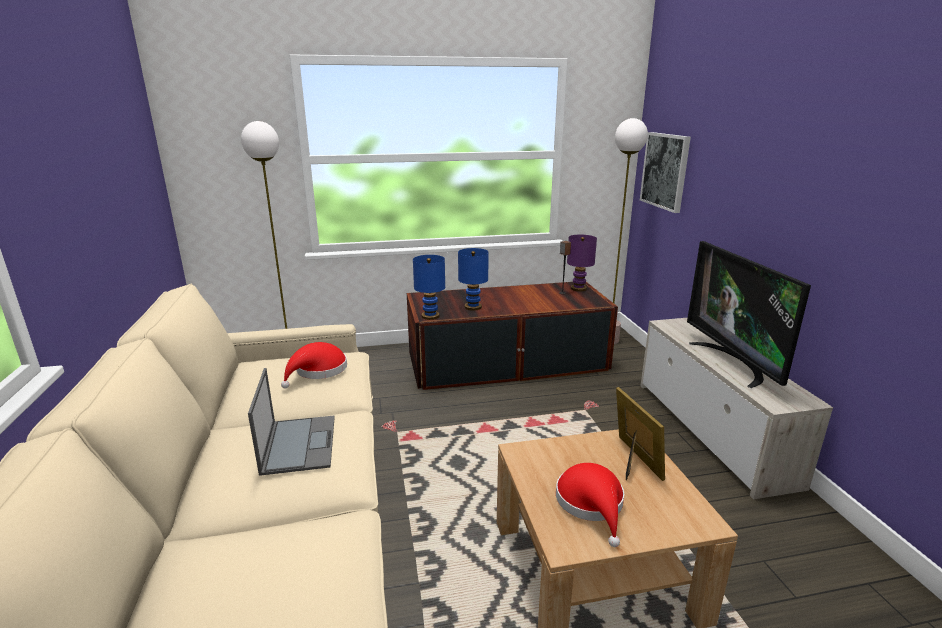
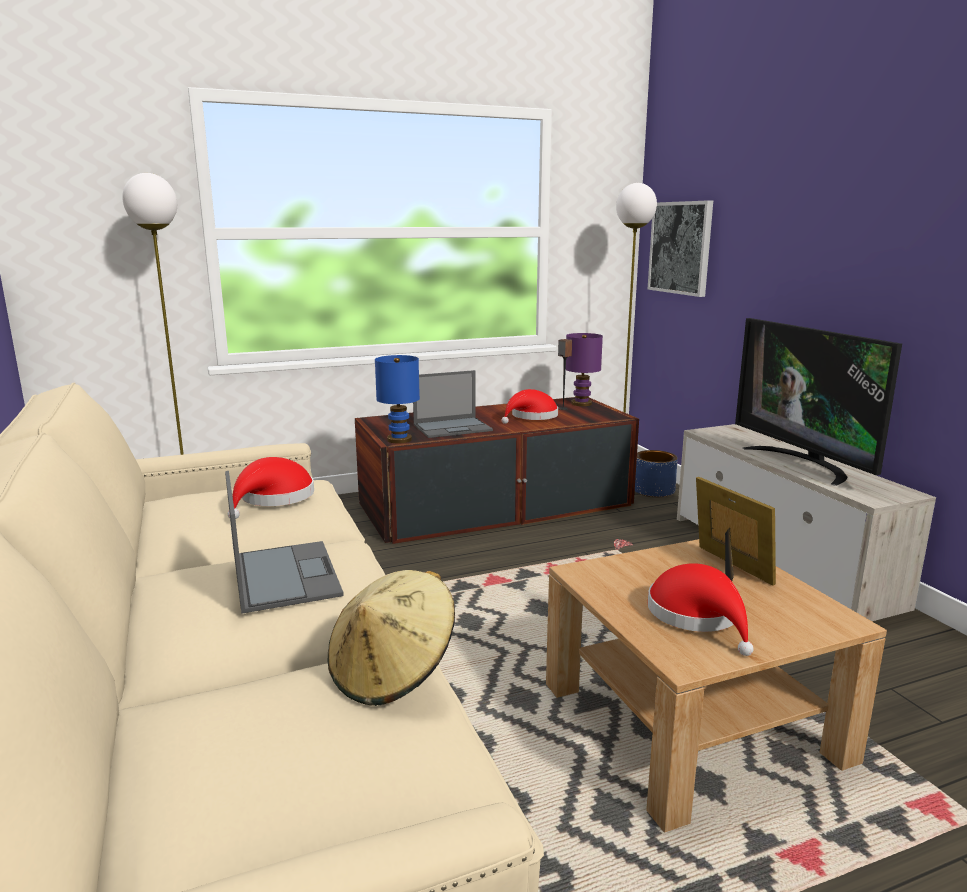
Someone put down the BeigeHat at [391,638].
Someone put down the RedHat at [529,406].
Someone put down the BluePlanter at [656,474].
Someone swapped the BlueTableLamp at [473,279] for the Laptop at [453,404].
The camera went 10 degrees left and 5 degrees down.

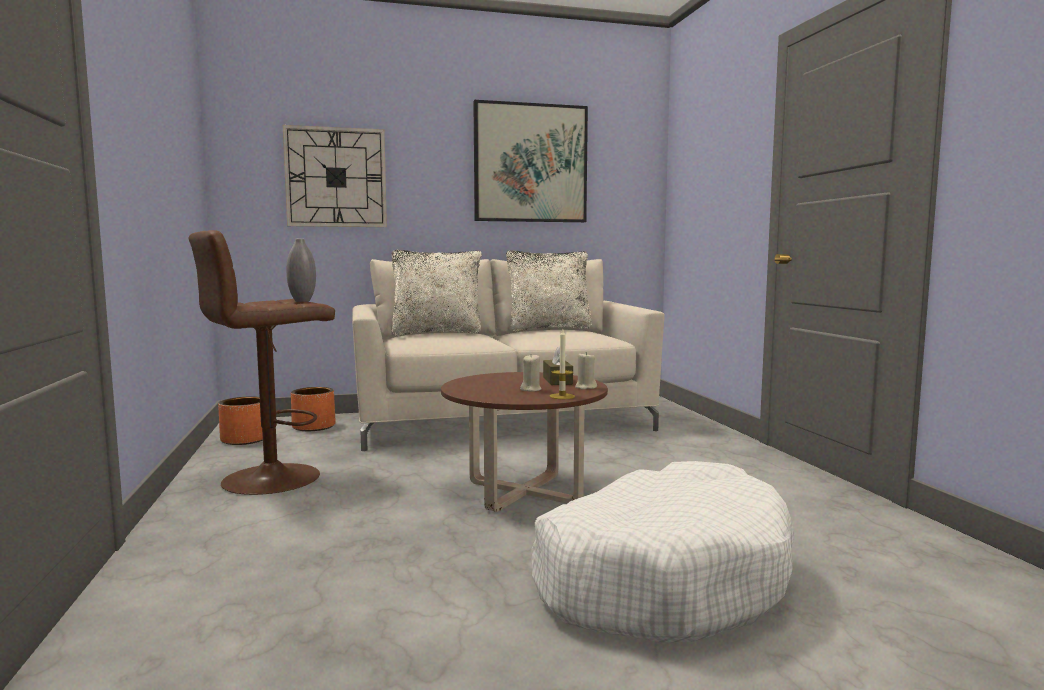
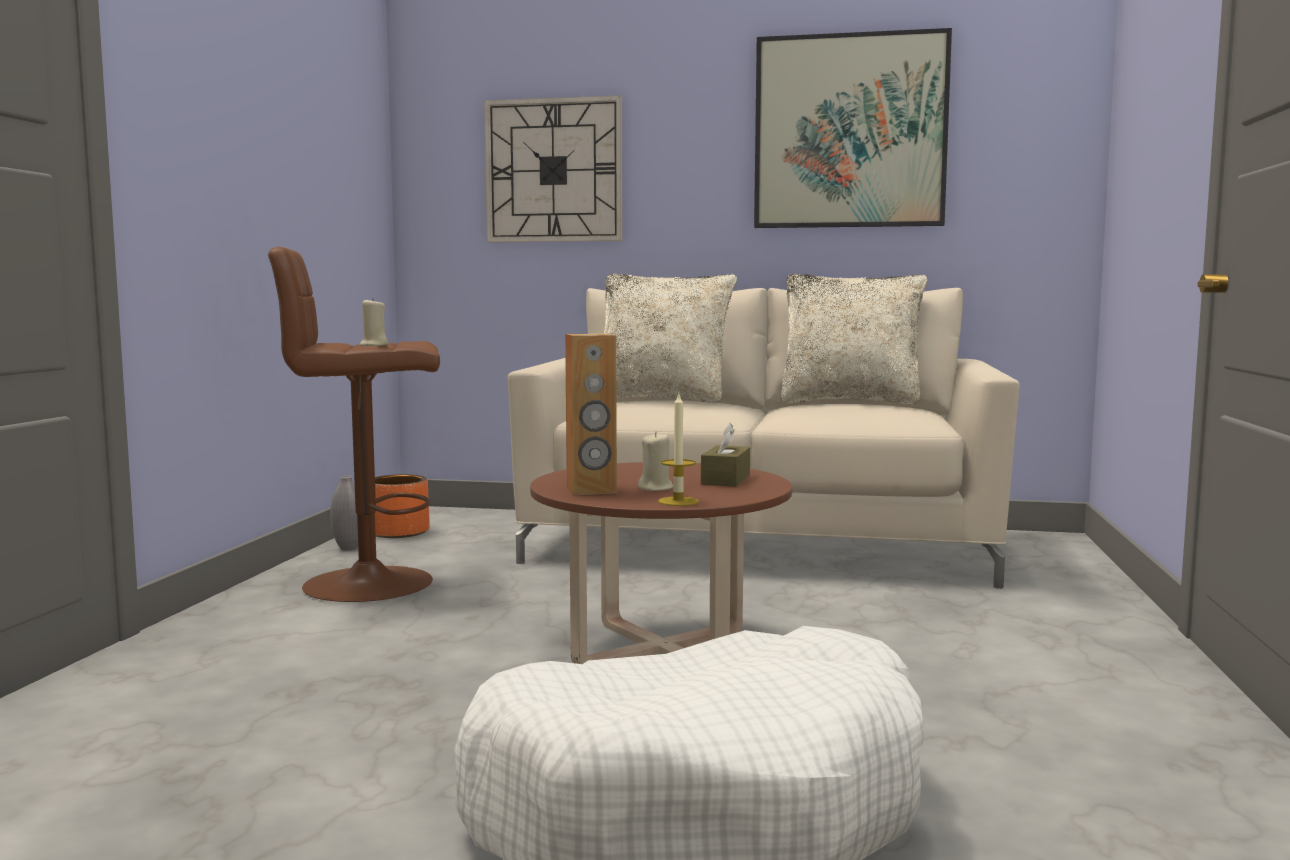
Someone took away the OrangePlanter at [313,409].
Someone put down the BrownSpeaker at [591,414].
Someone carried the GreyVase from [301,270] to [344,513].
Someone carried the BeigeCandle from [586,371] to [374,321].
The camera went 25 degrees right and 0 degrees up.

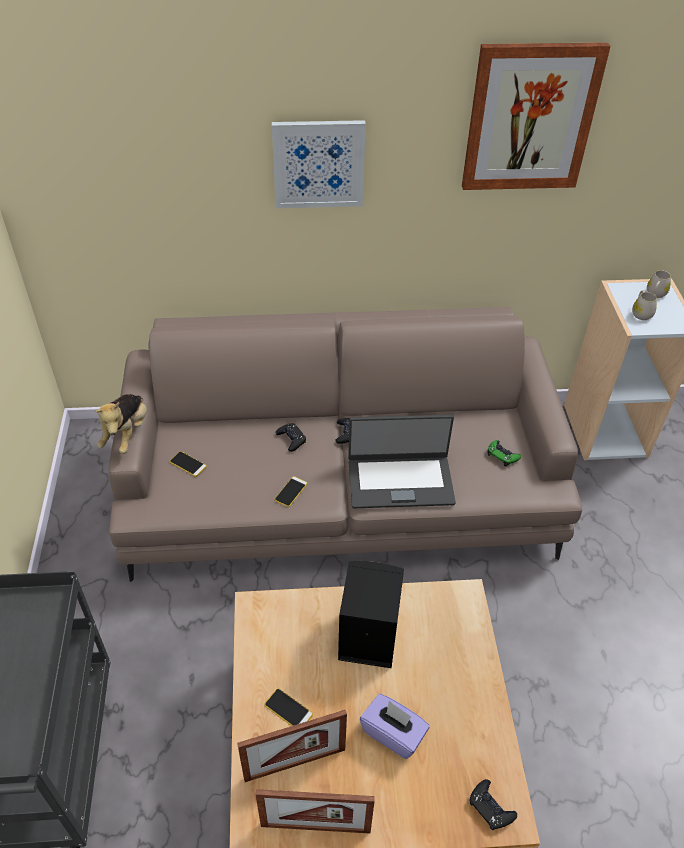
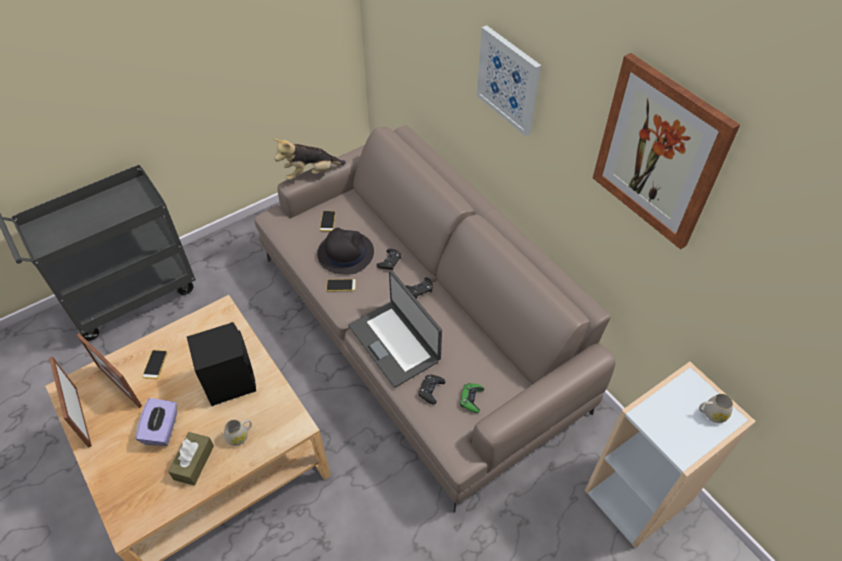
Someone put down the BrownTissueBox at [191,458].
Someone put down the BlackHat at [345,251].
Someone carried the BlackGameController from [493,804] to [431,389].
Someone carried the WhiteMug from [644,305] to [238,432].
The camera went 60 degrees right and 5 degrees up.

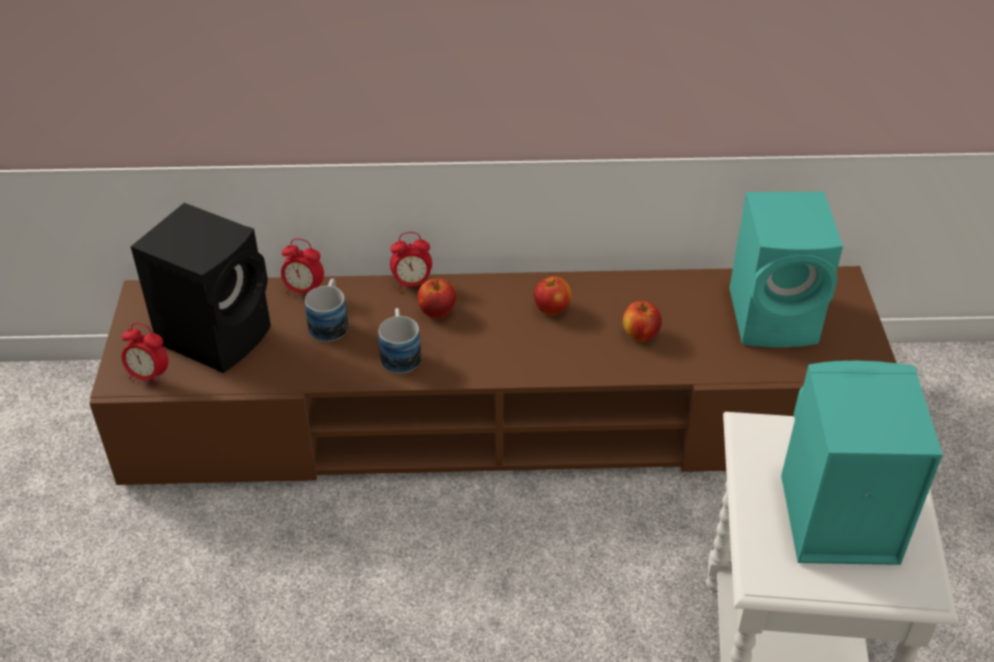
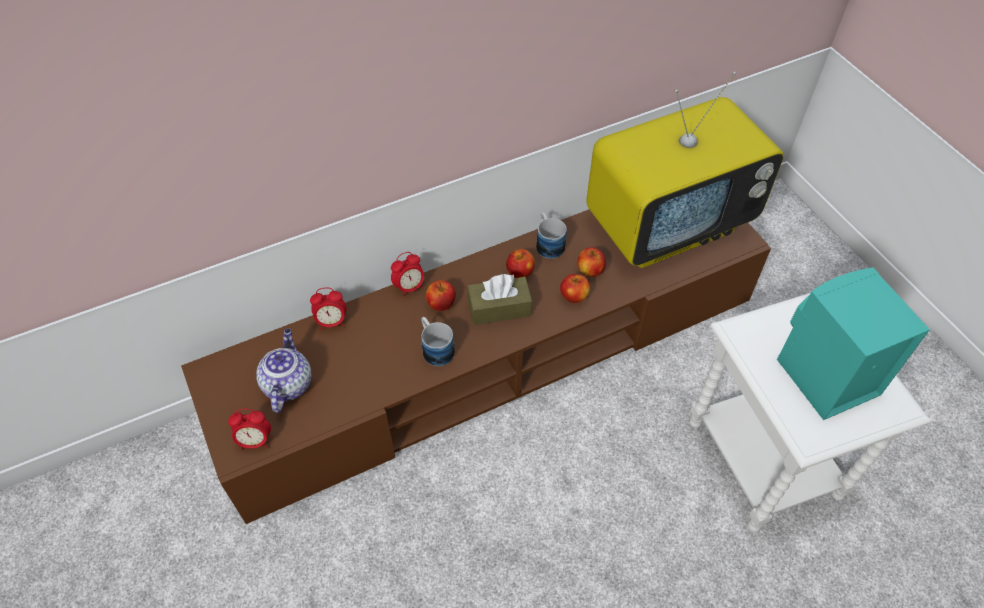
Someone put down the BrownTissueBox at [499,299].
Someone put down the Apple at [575,288].
Someone carried the Mug from [326,310] to [551,235].
Someone swapped the BlackSpeaker at [201,288] for the Teapot at [283,371].
Someone swapped the TurquoiseSpeaker at [786,269] for the Television at [685,169].
The camera went 25 degrees left and 10 degrees up.

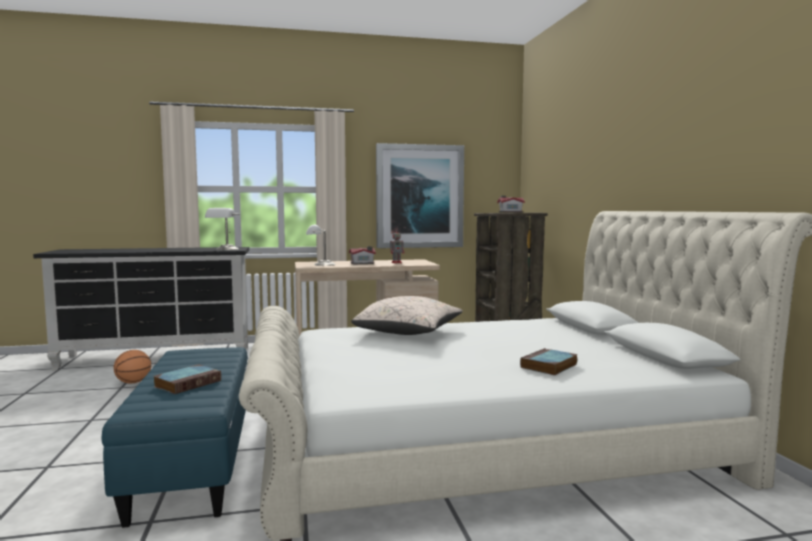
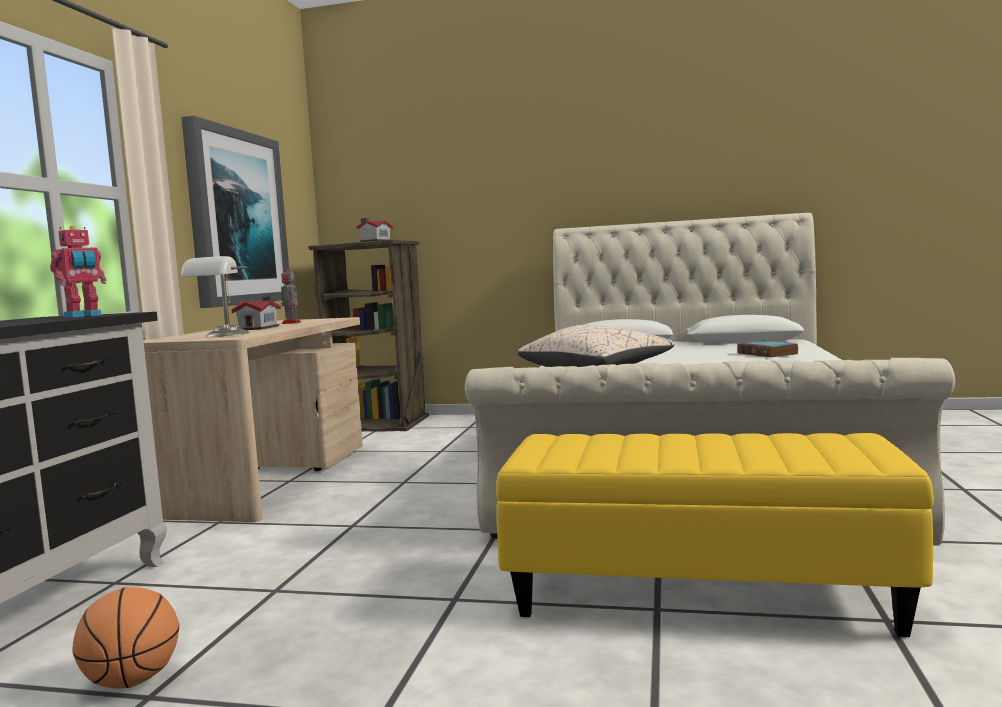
Someone took away the Book at [187,379].
Someone swapped the WhiteTableLamp at [222,229] for the ToyRobot at [78,271].
Someone repainted the BlueOttoman at [175,437], which became the YellowOttoman at [715,535].
The camera went 65 degrees left and 0 degrees up.

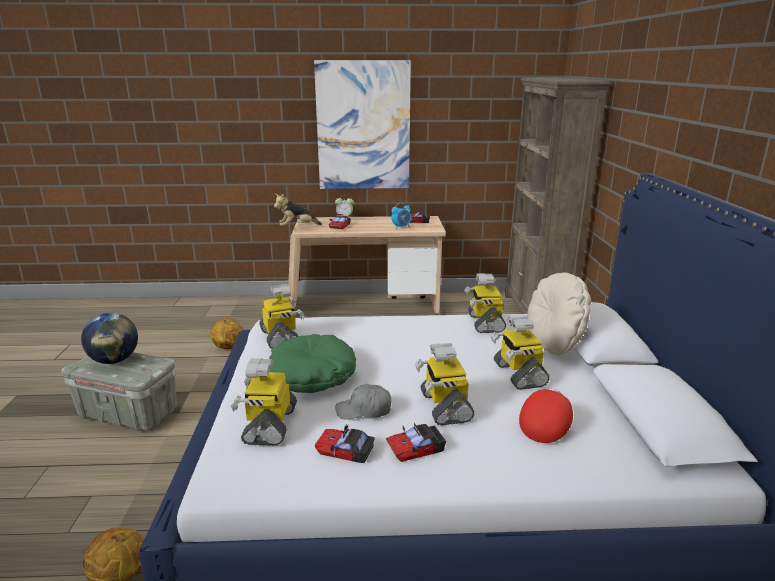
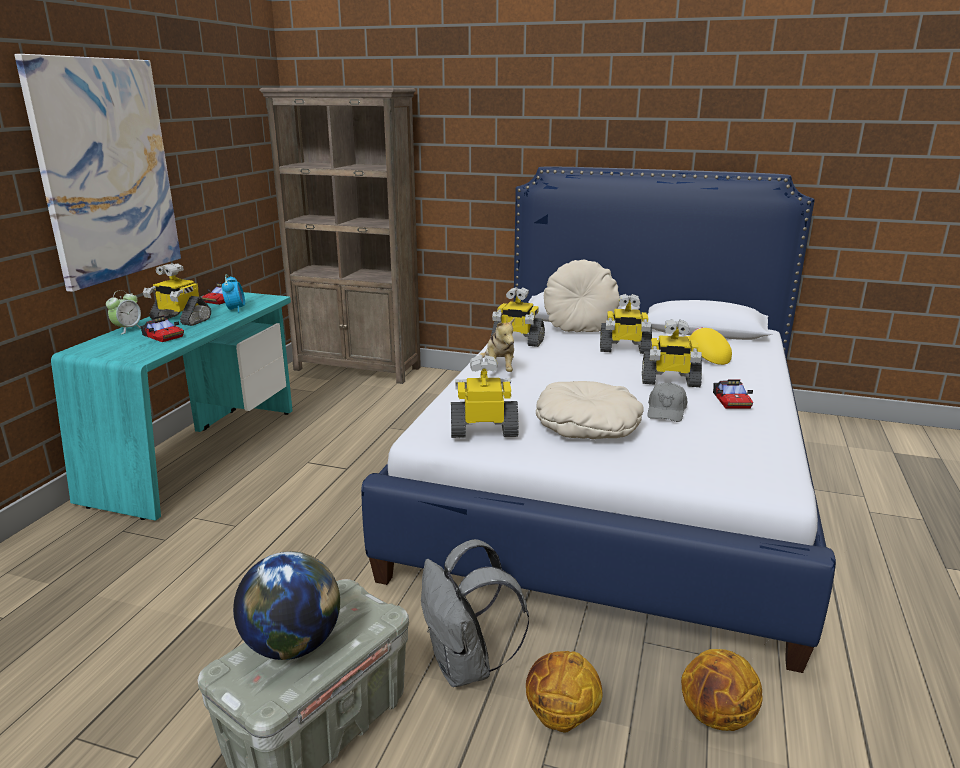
Someone took away the ToyCar at [345,444].
Someone put down the GreyBackpack at [475,613].
Someone carried the Basketball from [227,333] to [564,691].
Someone carried the ToyRobot from [264,401] to [177,294].
Someone carried the PlushToy from [298,210] to [497,344].
Someone repainted the GreenPillow at [312,363], which became the BeigePillow at [590,410].
Someone repainted the BeigeDesk at [367,265], which became the TurquoiseDesk at [172,406].
Someone repainted the RedCap at [546,415], which became the YellowCap at [708,346].
The camera went 70 degrees left and 0 degrees up.

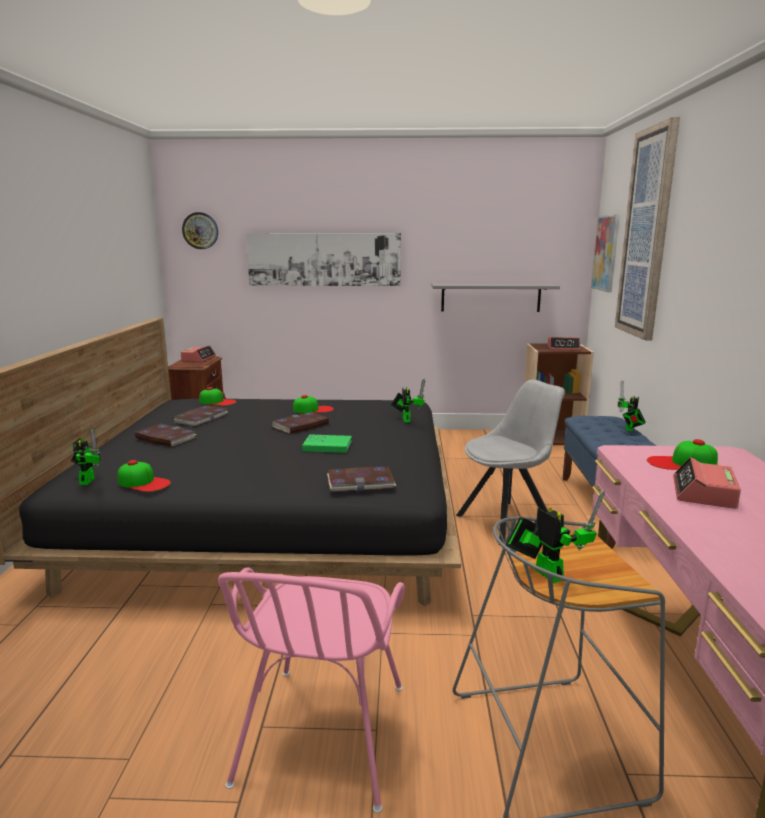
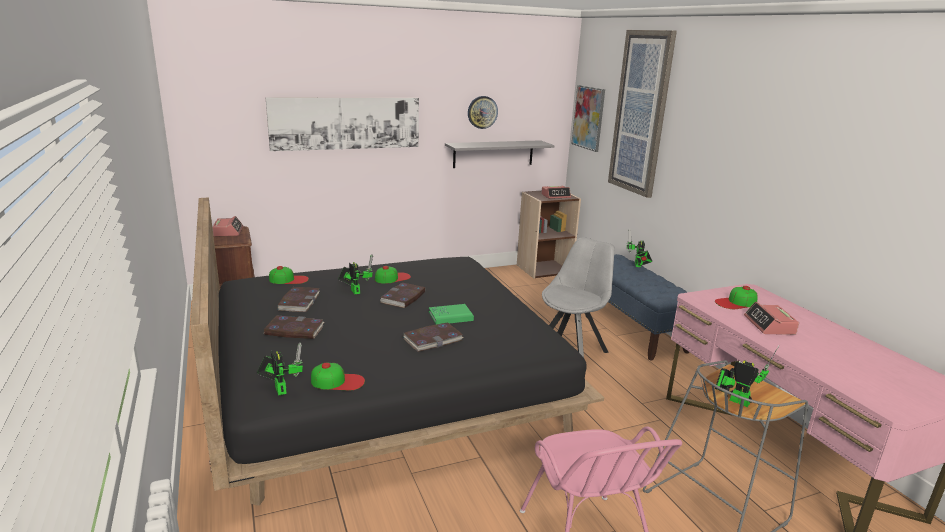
Someone carried the WallClock from [200,230] to [483,112].
Someone carried the Book from [361,479] to [433,337].
Someone carried the ToyRobot from [408,400] to [355,274].
The camera went 25 degrees left and 5 degrees up.

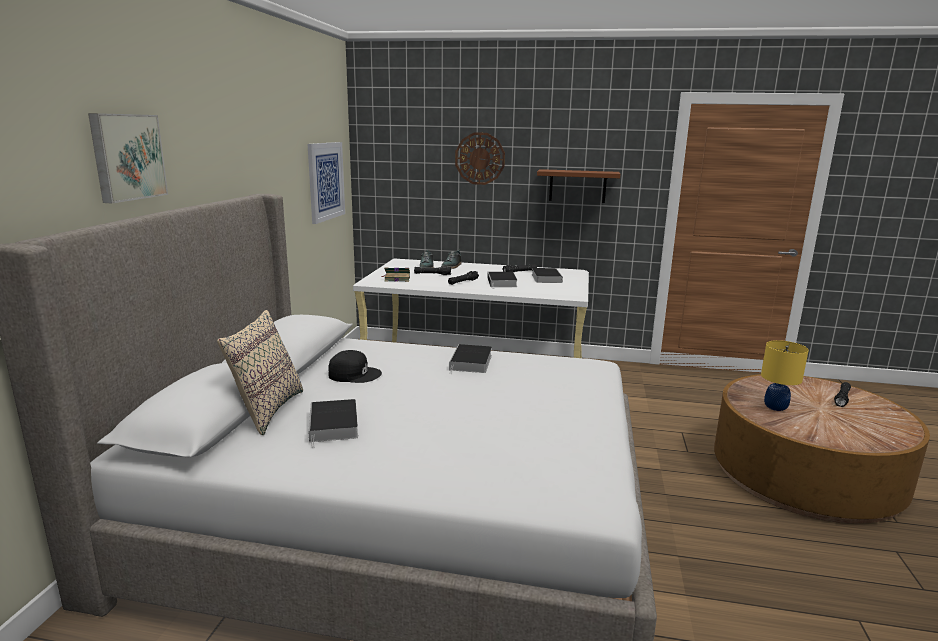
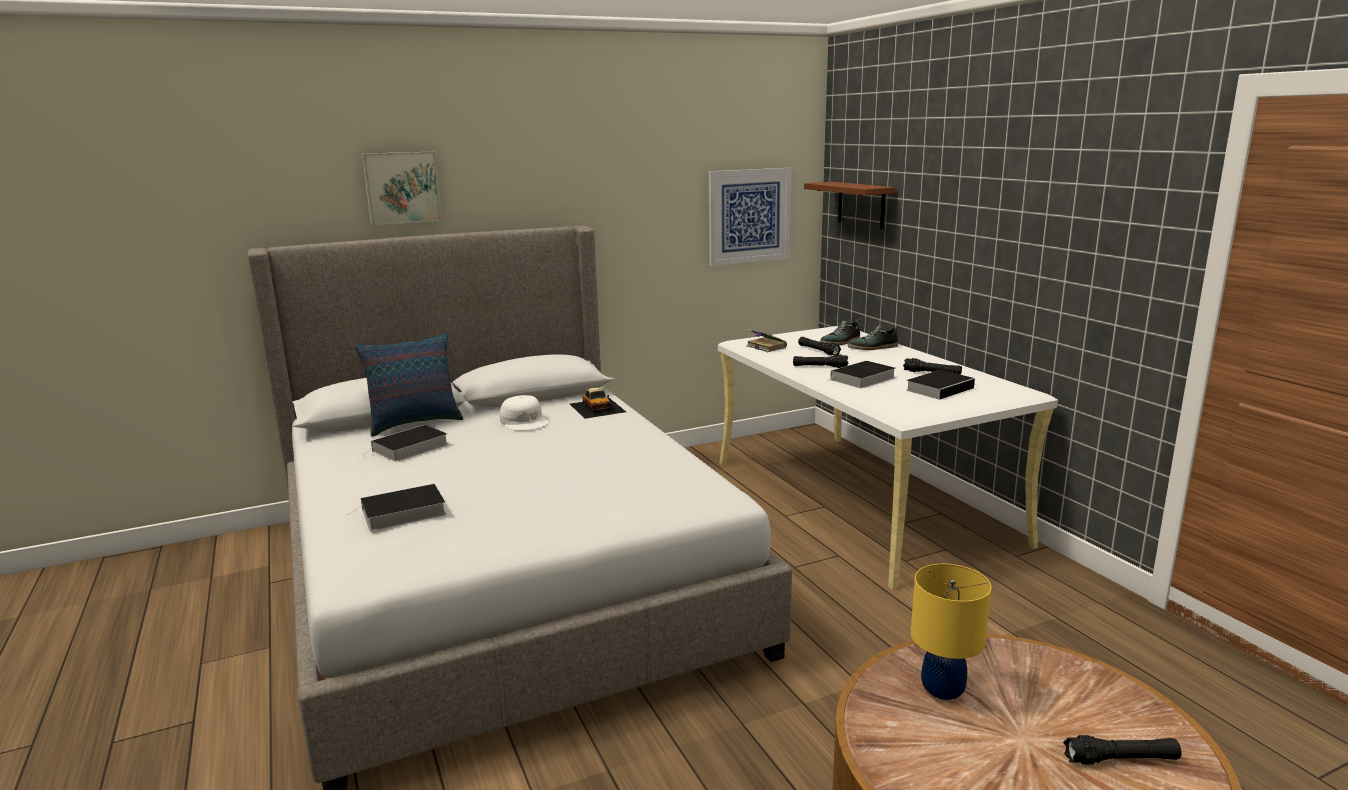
Someone took away the WallClock at [480,158].
Someone put down the ToyCar at [598,403].
Someone carried the Book from [470,359] to [397,507].
Someone carried the BrownShelf from [578,186] to [850,205].
Someone repainted the BeigePillow at [260,372], which became the BluePillow at [409,385].
Someone repainted the BlackCap at [355,366], which became the WhiteCap at [524,413].
The camera went 55 degrees right and 0 degrees up.

